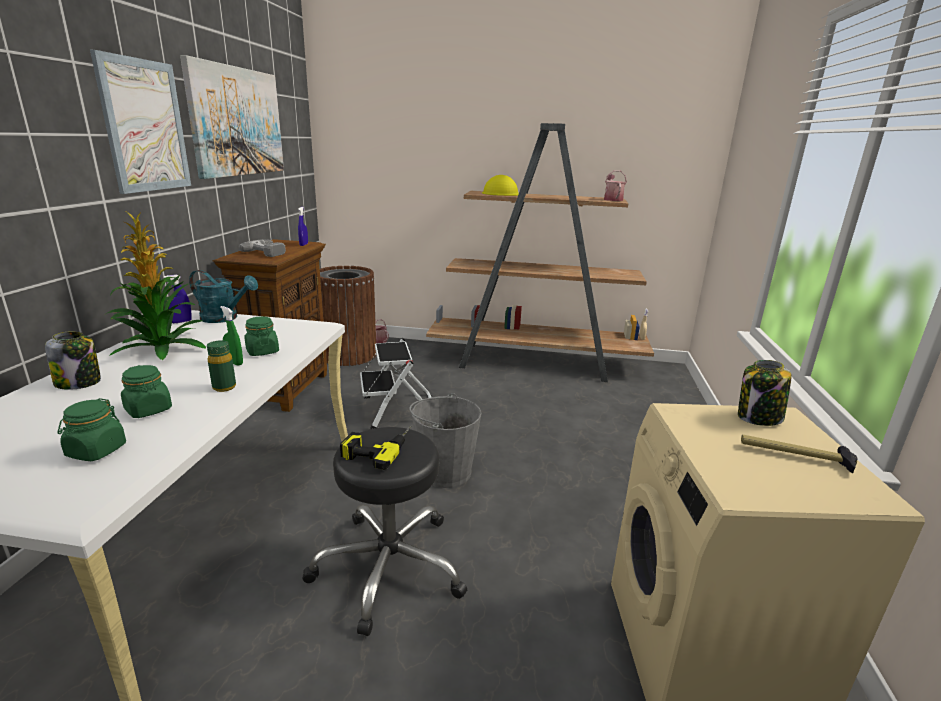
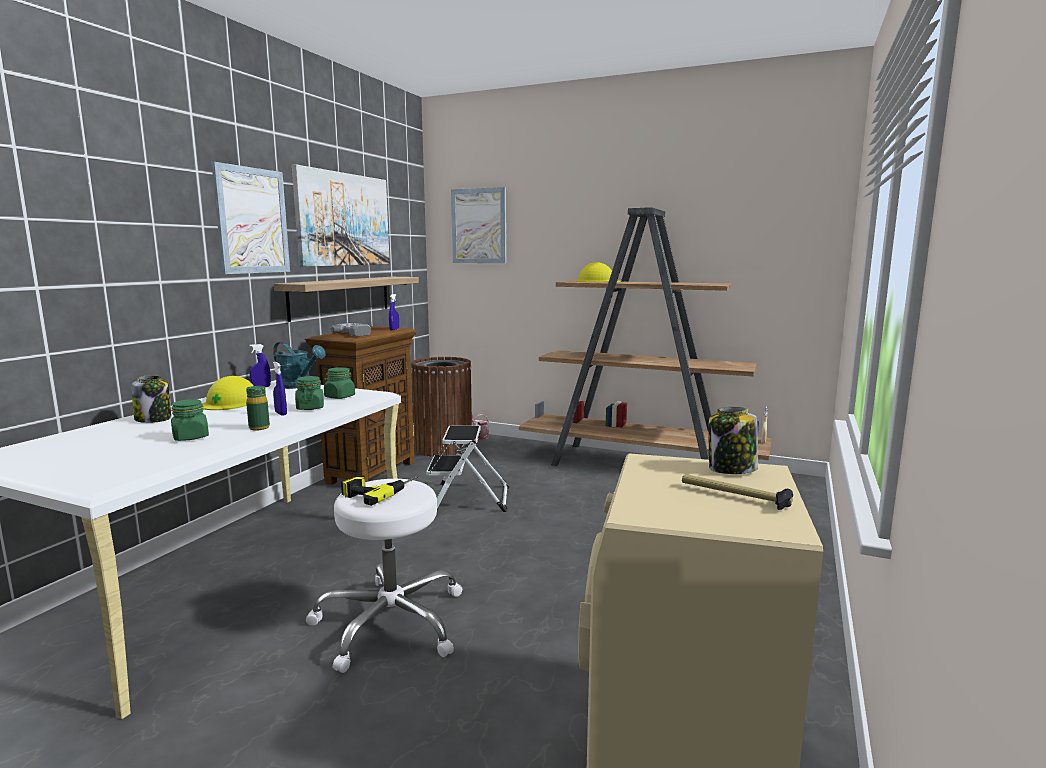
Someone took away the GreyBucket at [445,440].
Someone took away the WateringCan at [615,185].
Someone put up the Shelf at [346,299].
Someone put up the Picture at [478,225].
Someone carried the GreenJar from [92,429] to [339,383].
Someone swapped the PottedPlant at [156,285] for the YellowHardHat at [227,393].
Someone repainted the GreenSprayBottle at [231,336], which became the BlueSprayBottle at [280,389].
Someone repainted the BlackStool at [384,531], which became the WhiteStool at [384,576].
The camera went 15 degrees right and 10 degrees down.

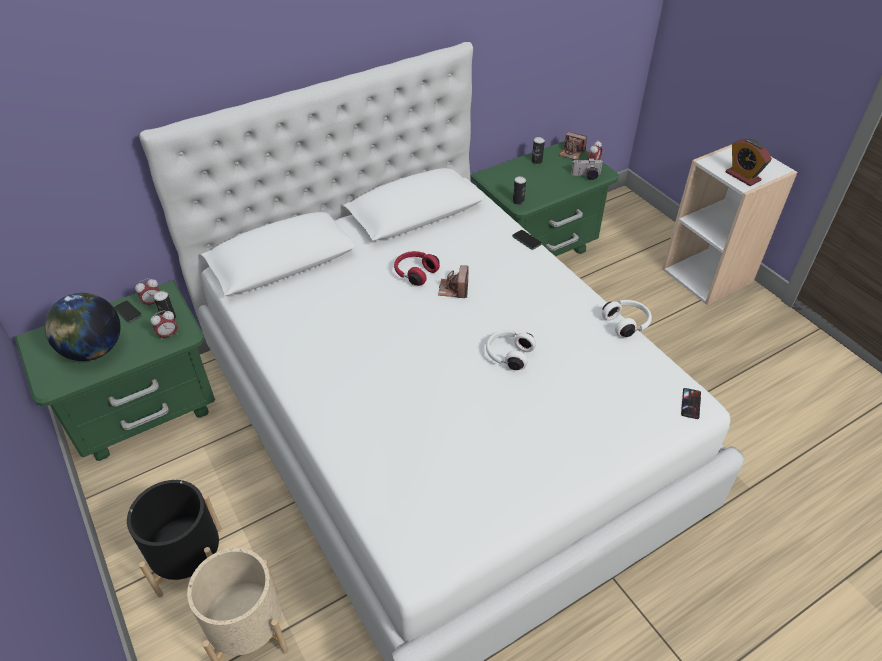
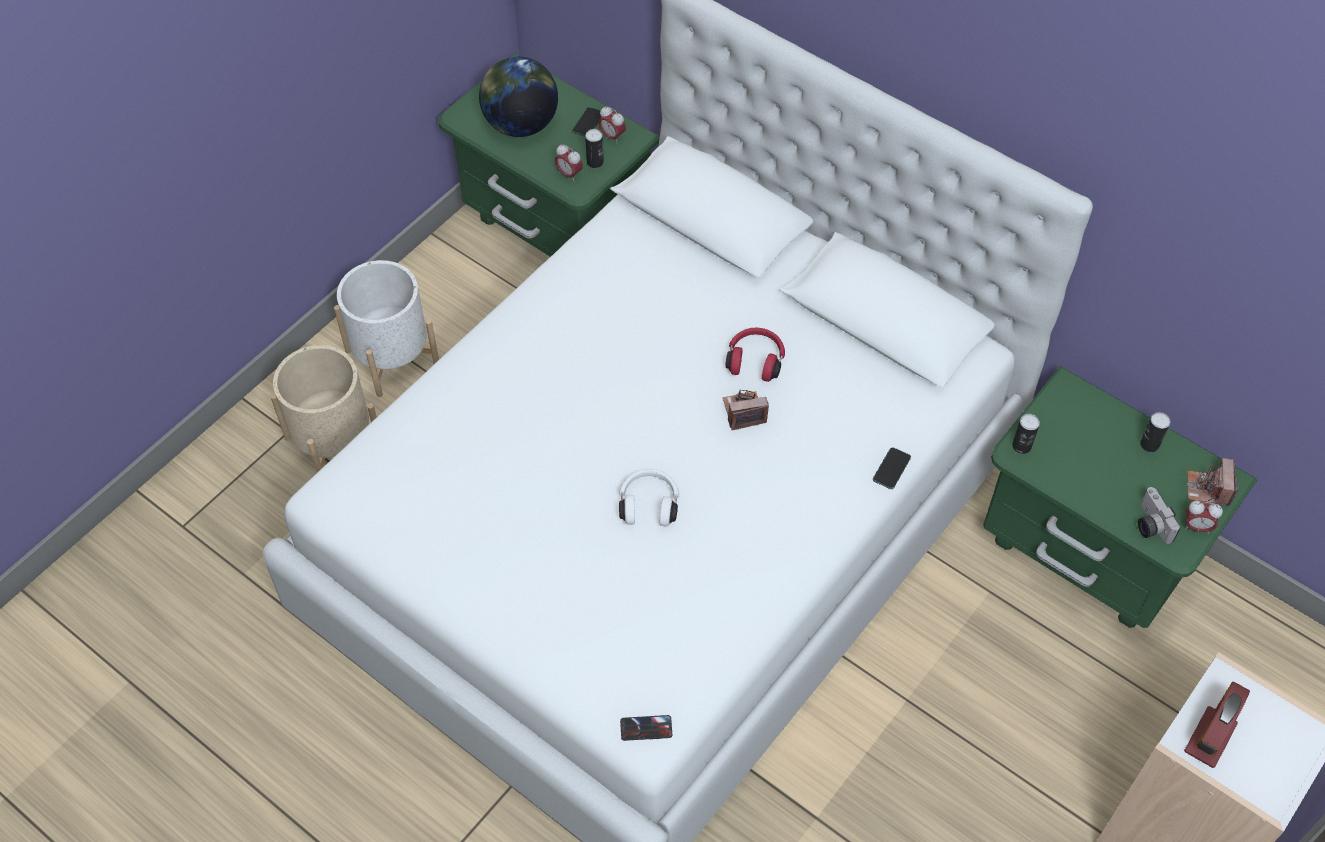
Someone took away the WhiteHeadphones at [627,318].
Someone repainted the BlackPlanter at [174,539], which became the WhitePlanter at [386,328].
The camera went 70 degrees right and 10 degrees up.

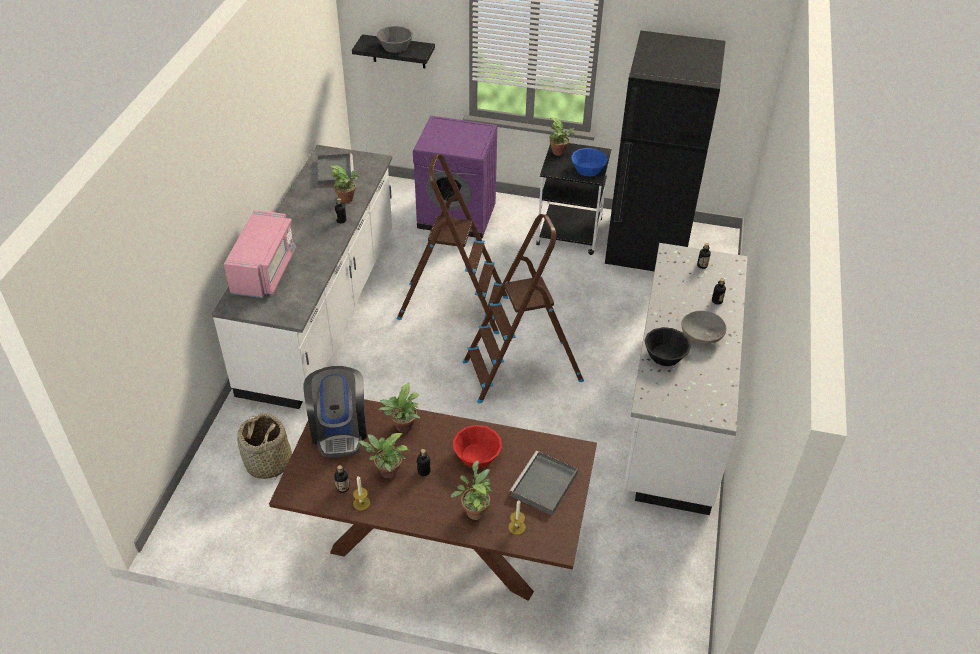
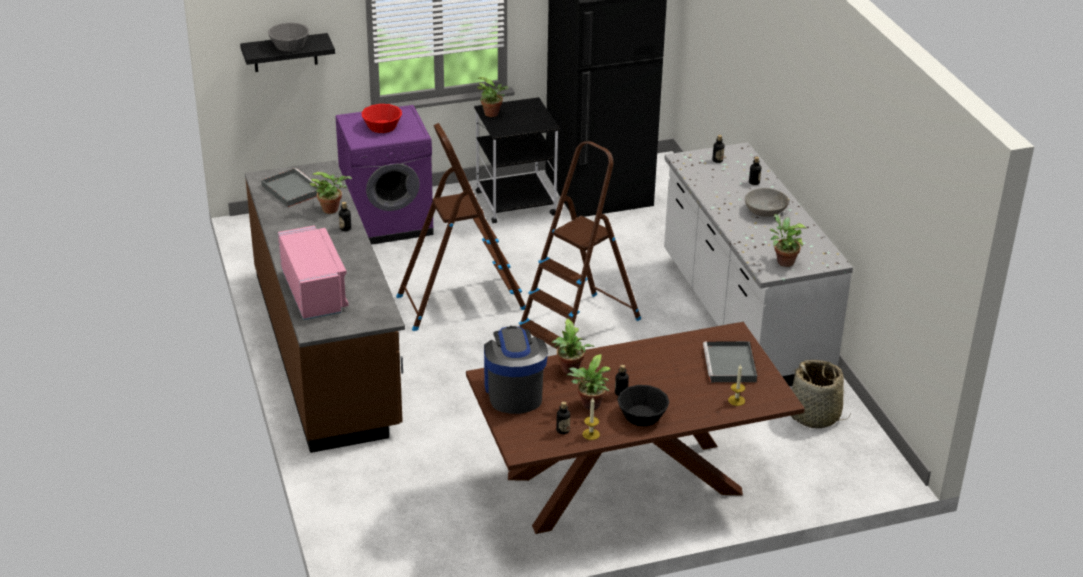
Someone took away the BlueBowl at [589,162].
Someone carried the Basket from [264,446] to [820,394].
Someone carried the PottedPlant from [471,490] to [788,240].
Someone carried the RedBowl from [477,446] to [381,118].
Someone carried the BlackBowl from [667,346] to [643,406].
Someone repainted the WhiteCounter at [302,277], which became the BrownCounter at [325,306].
Someone rotated the CoffeeMachine at [335,411] by 150 degrees counterclockwise.
The camera went 30 degrees left and 10 degrees down.

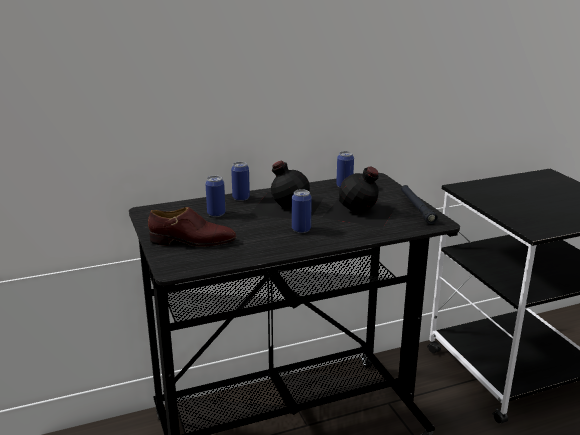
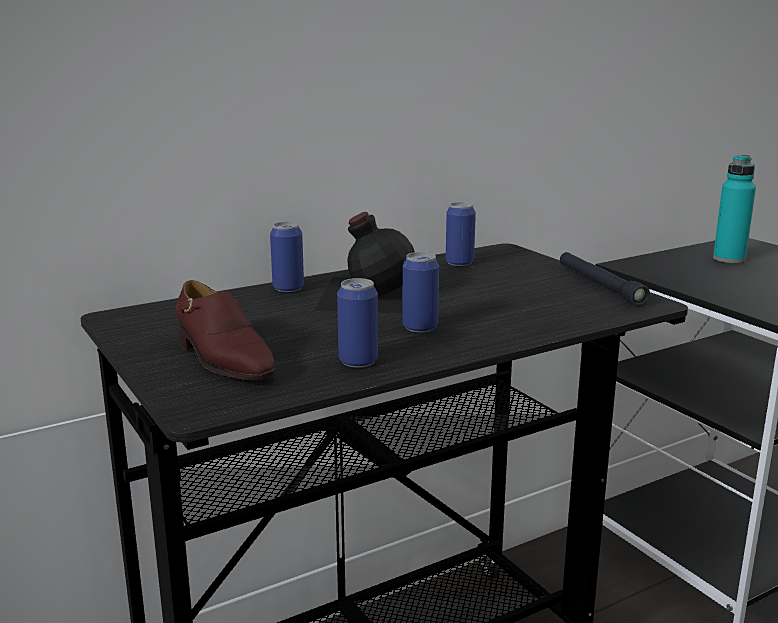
Someone took away the BlackBottle at [360,197].
Someone put down the TurquoiseBottle at [734,209].
Someone carried the Can from [215,196] to [357,322].
Someone rotated the BrownShoe at [192,227] by 60 degrees clockwise.
The camera went 10 degrees left and 5 degrees down.

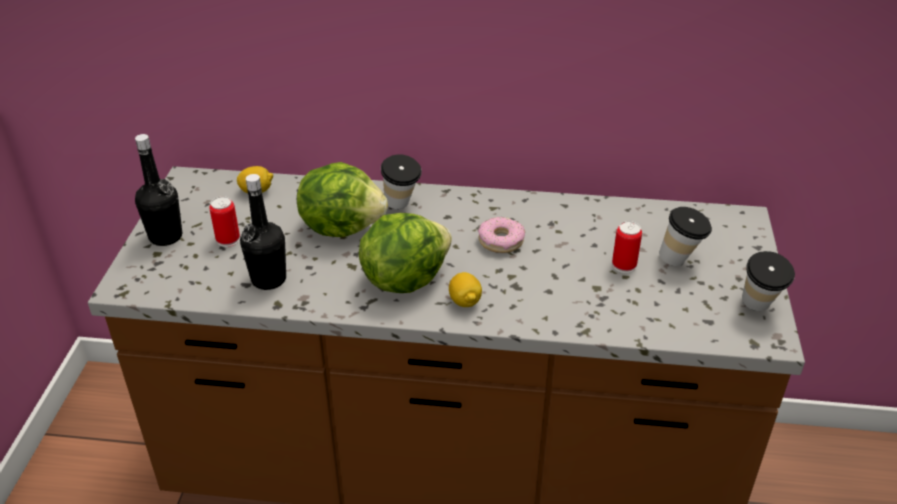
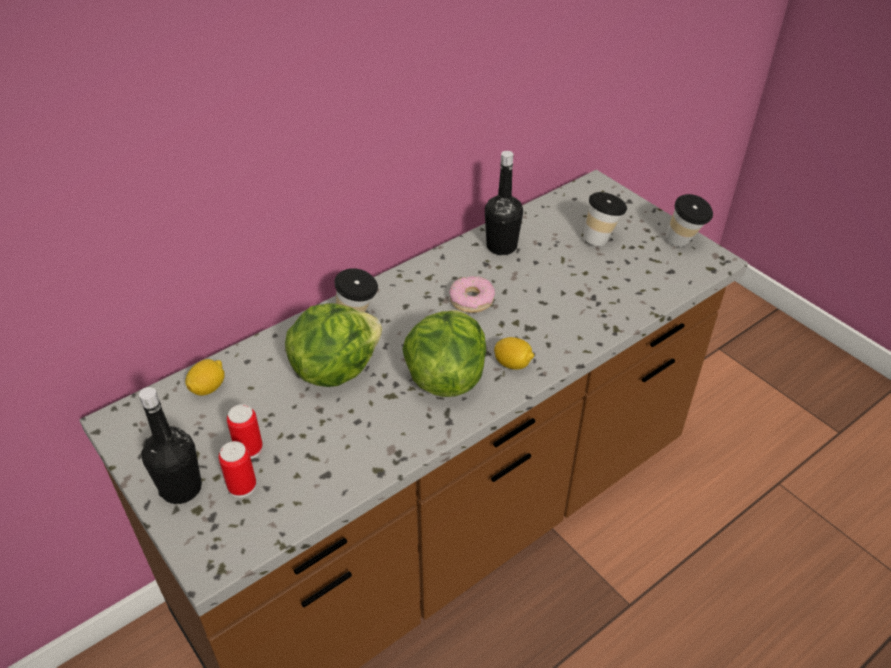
Someone carried the BlackBottle from [263,232] to [504,203].
Someone carried the Can from [627,247] to [237,469].
The camera went 45 degrees left and 5 degrees up.

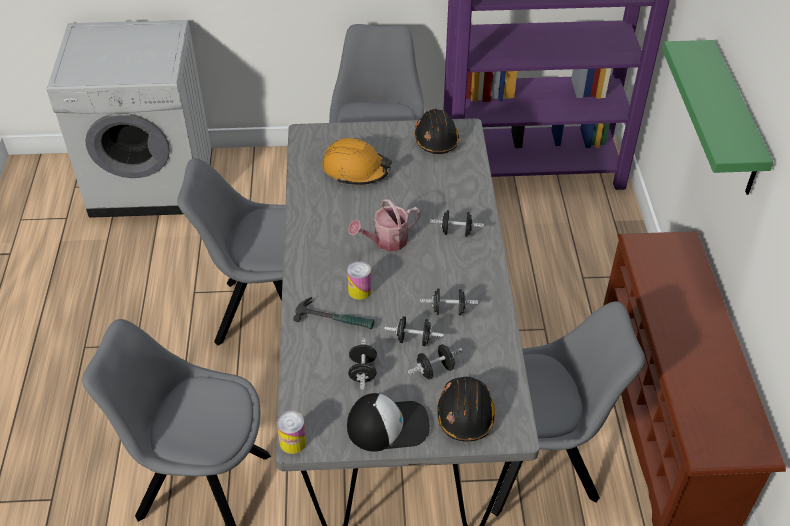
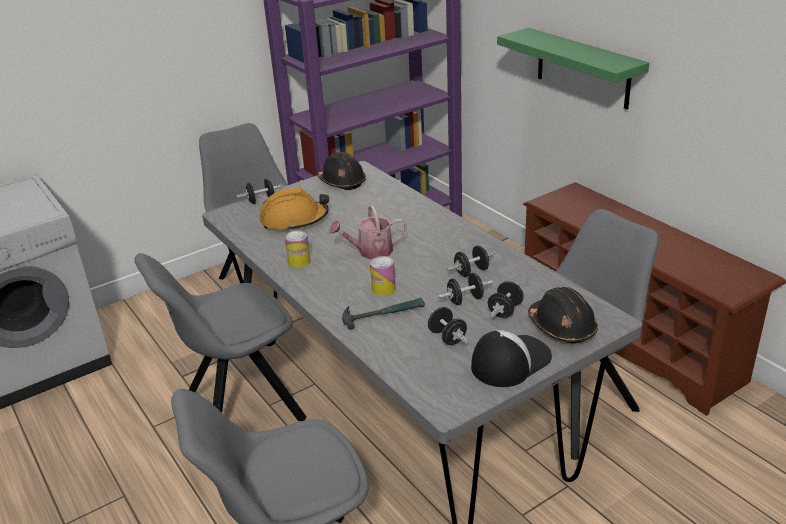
Someone carried the Can from [291,432] to [297,249].
Someone carried the BlackDumbbell from [457,223] to [260,191].
Someone rotated the WateringCan at [384,225] by 45 degrees clockwise.
The camera went 30 degrees left and 15 degrees down.

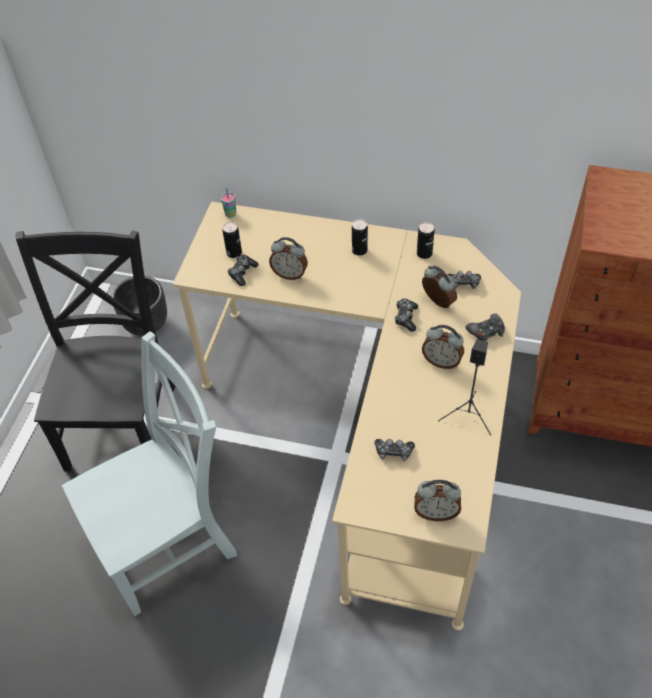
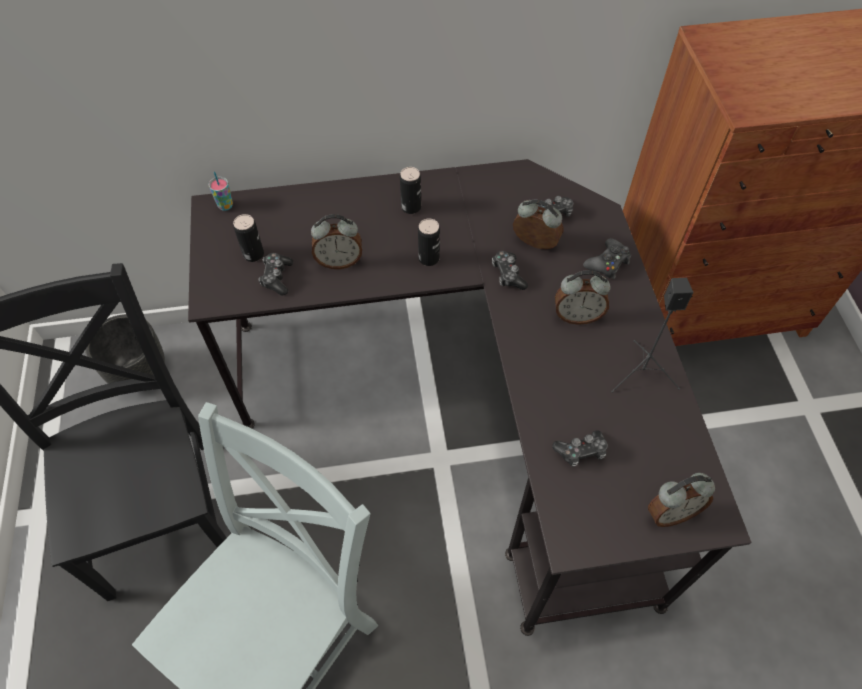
Someone carried the Can from [426,240] to [429,242].
Someone repainted the BeigeDesk at [347,415], which became the BlackDesk at [470,397].
The camera went 25 degrees left and 5 degrees up.

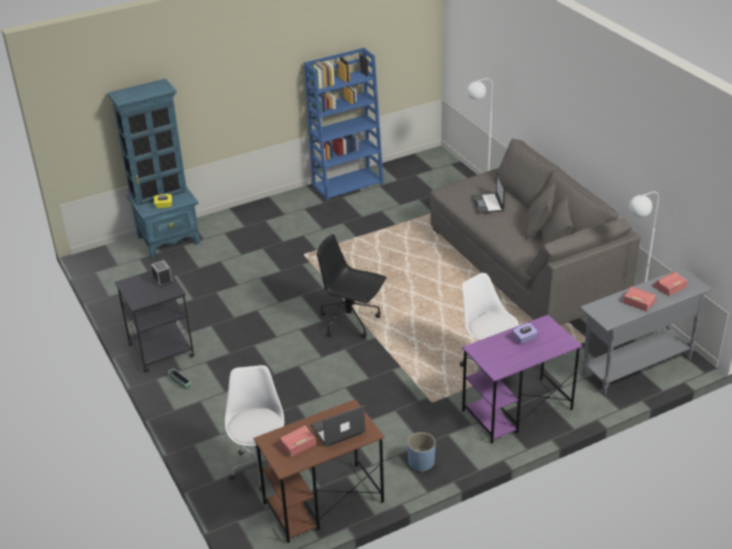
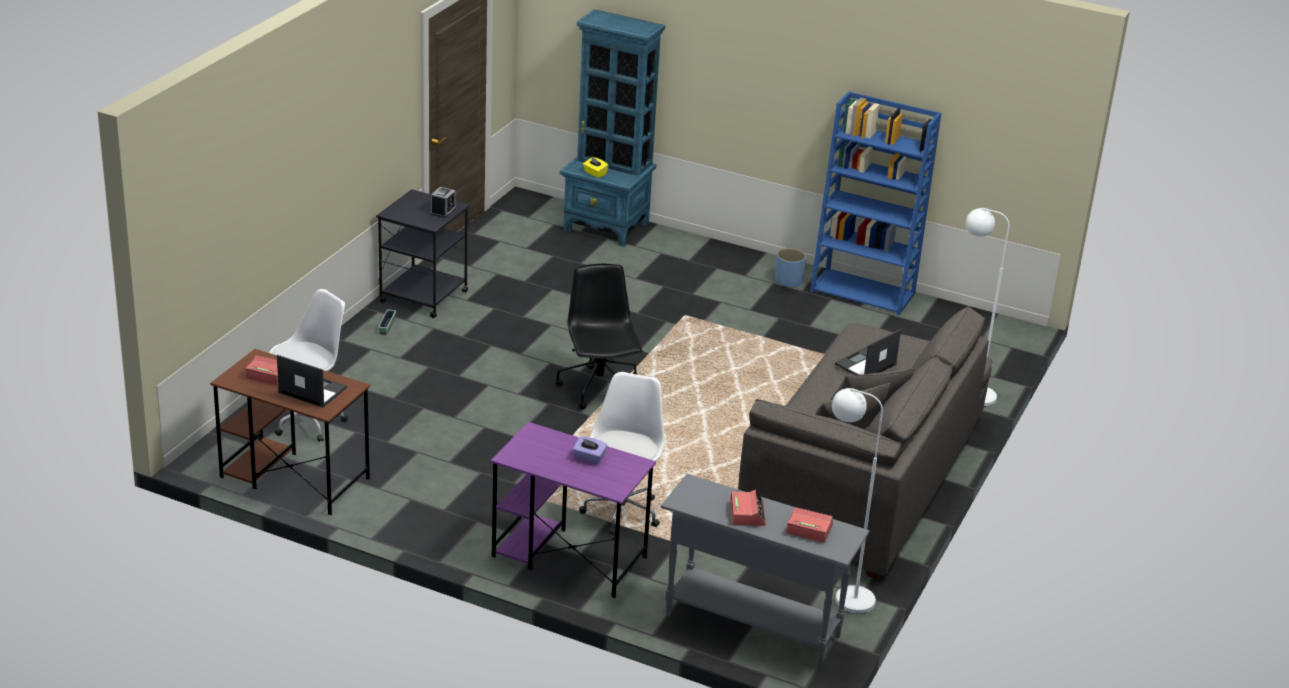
Someone carried the BluePlanter from [421,452] to [790,268].
The camera went 50 degrees right and 5 degrees down.

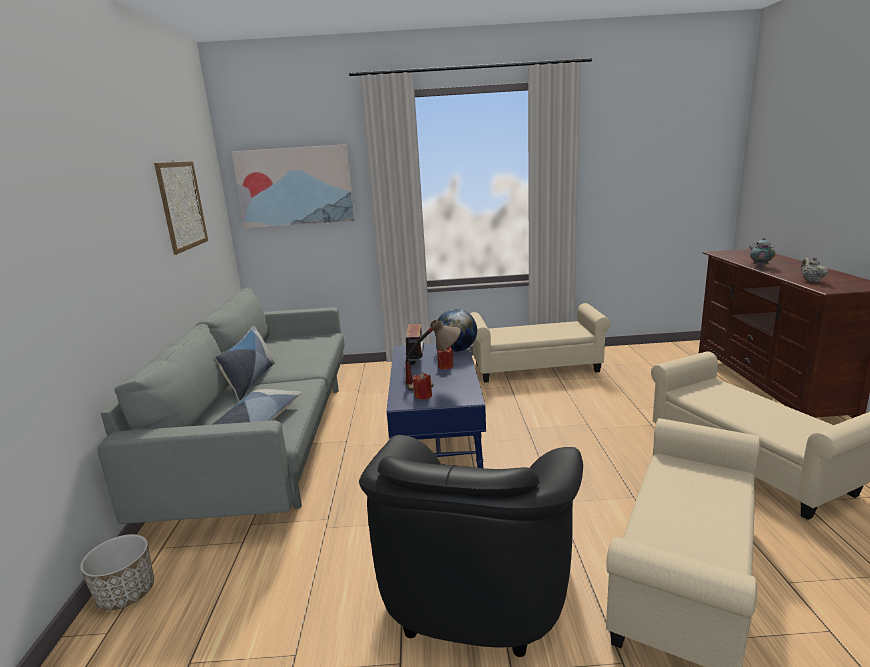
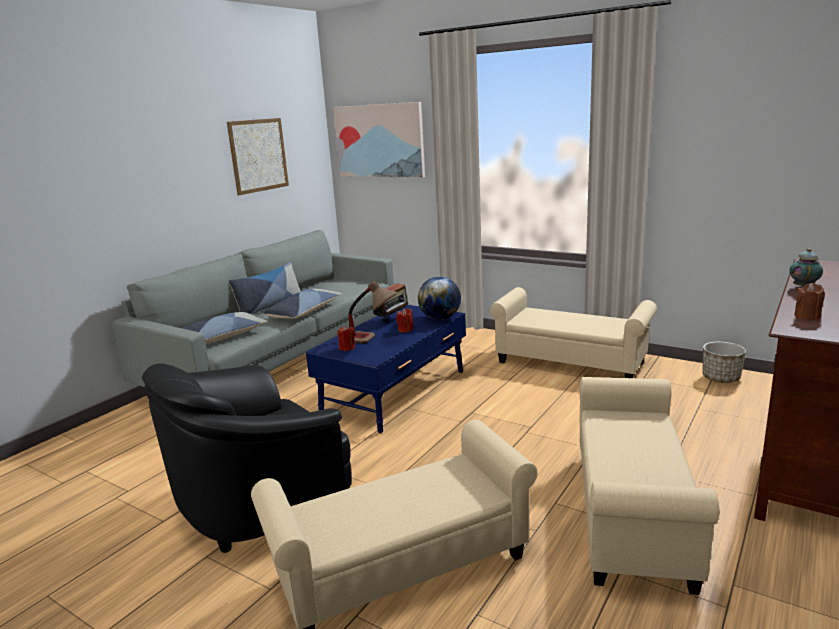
Someone put down the Pillow at [302,304].
Someone carried the Planter from [117,572] to [724,362].
Someone swapped the BeigeTeapot at [814,269] for the BrownCandle at [809,301].
The camera went 35 degrees right and 0 degrees up.

